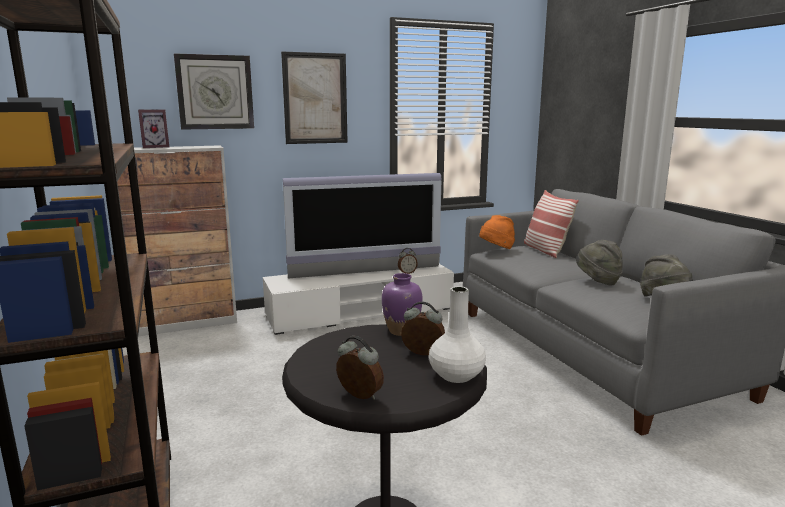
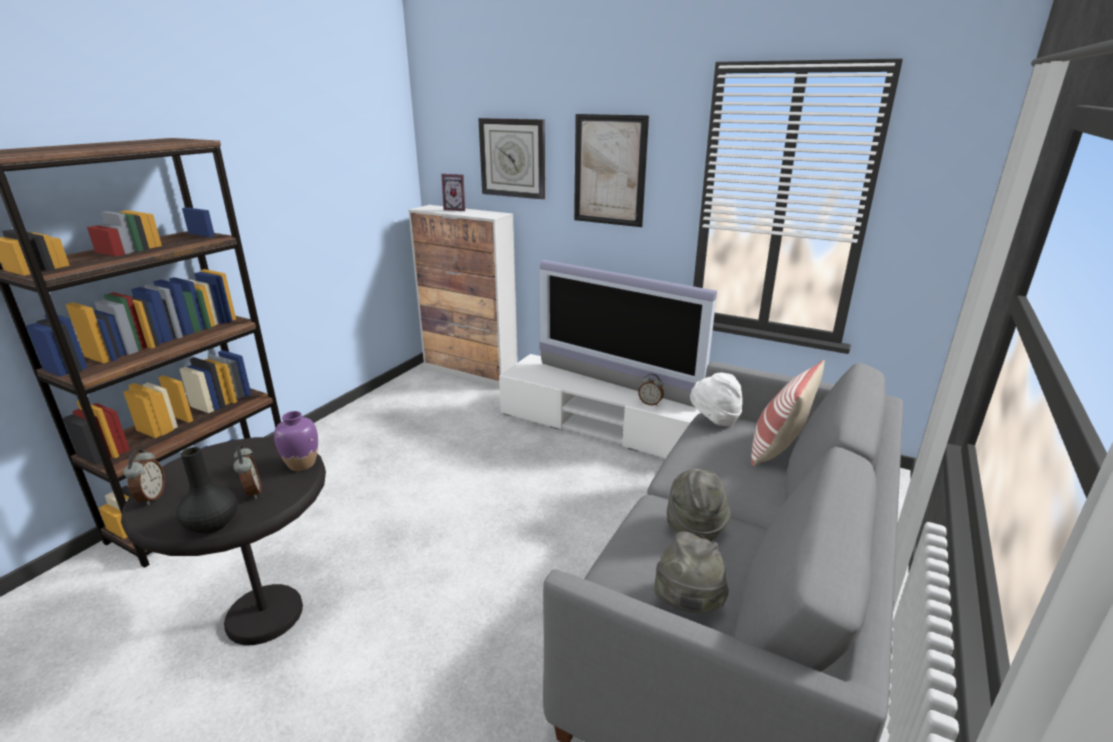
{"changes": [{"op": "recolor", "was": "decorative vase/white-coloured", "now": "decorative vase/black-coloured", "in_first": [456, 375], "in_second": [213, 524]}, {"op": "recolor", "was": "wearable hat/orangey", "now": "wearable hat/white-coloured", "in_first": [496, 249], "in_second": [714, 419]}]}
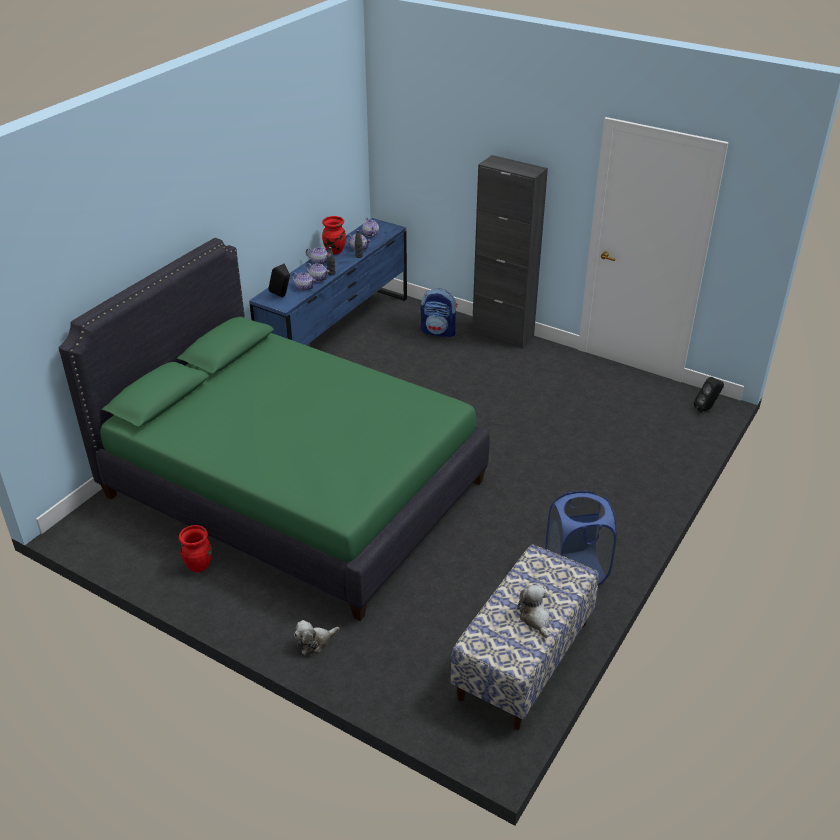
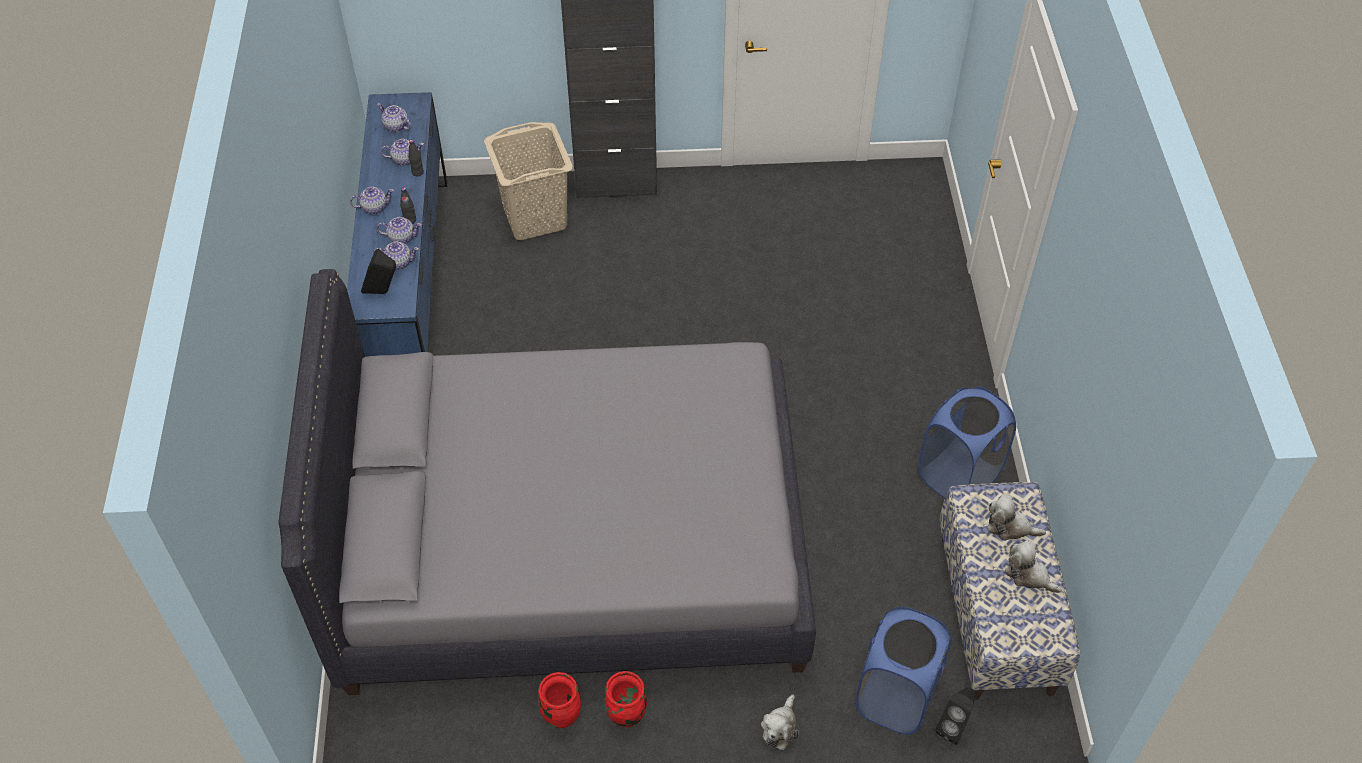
{"changes": [{"op": "recolor", "was": "sleeping bed/green-coloured", "now": "sleeping bed/greyish", "in_first": [294, 488], "in_second": [572, 546]}, {"op": "move", "was": "decorative vase/red", "in_first": [334, 251], "in_second": [626, 716]}, {"op": "replace", "was": "backpack", "now": "washing basket/beige", "in_first": [439, 332], "in_second": [535, 217]}, {"op": "move", "was": "loudspeaker/black-coloured", "in_first": [706, 409], "in_second": [954, 726]}, {"op": "insert", "now": "washing basket/bluish", "in_second": [896, 697]}, {"op": "insert", "now": "cuddly toy", "in_second": [1010, 527]}]}
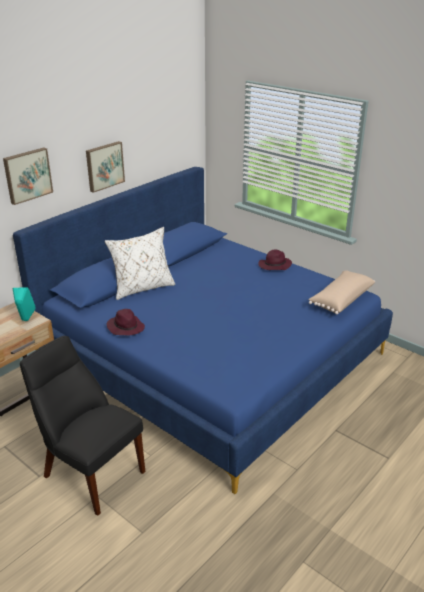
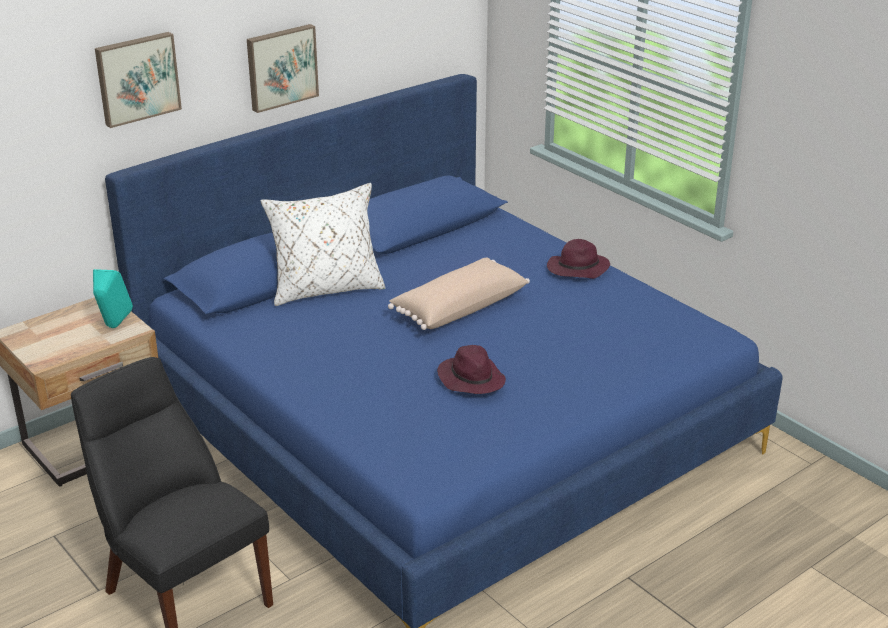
{"changes": [{"op": "move", "was": "wearable hat/purplish", "in_first": [125, 327], "in_second": [470, 379]}, {"op": "move", "was": "pillow/beige", "in_first": [340, 299], "in_second": [458, 307]}]}
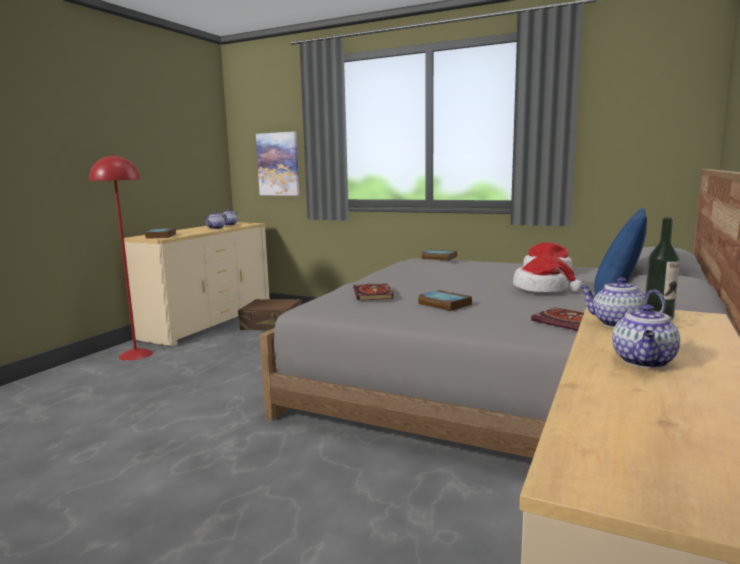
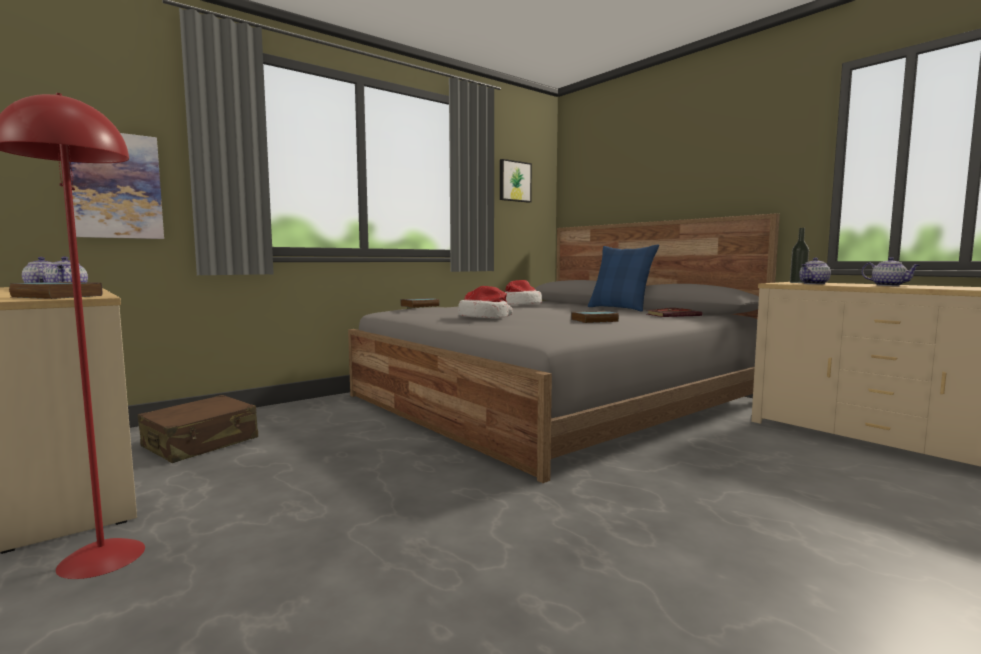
{"changes": [{"op": "delete", "was": "volume", "in_first": [374, 295]}, {"op": "move", "was": "wearable hat", "in_first": [542, 289], "in_second": [485, 318]}, {"op": "insert", "now": "wall picture", "in_second": [514, 181]}]}
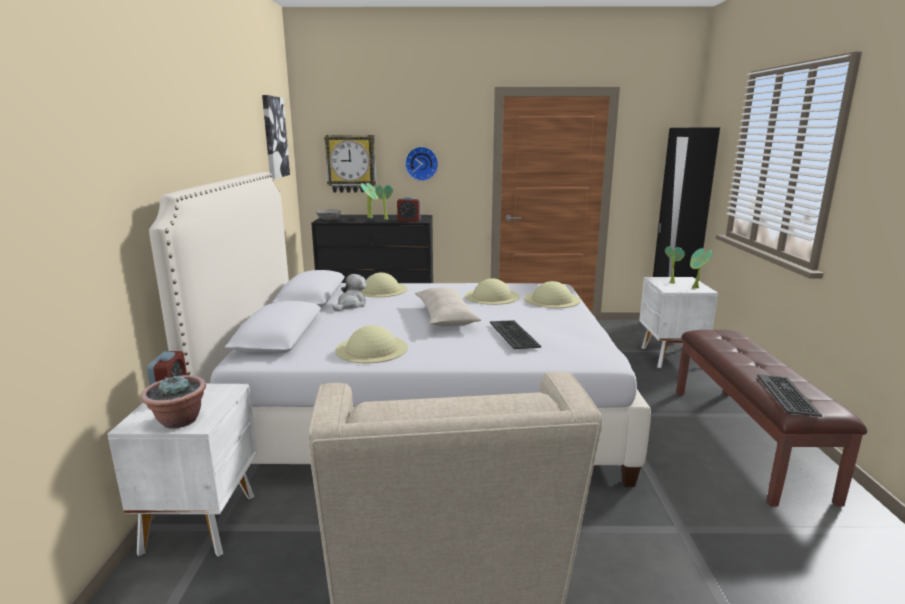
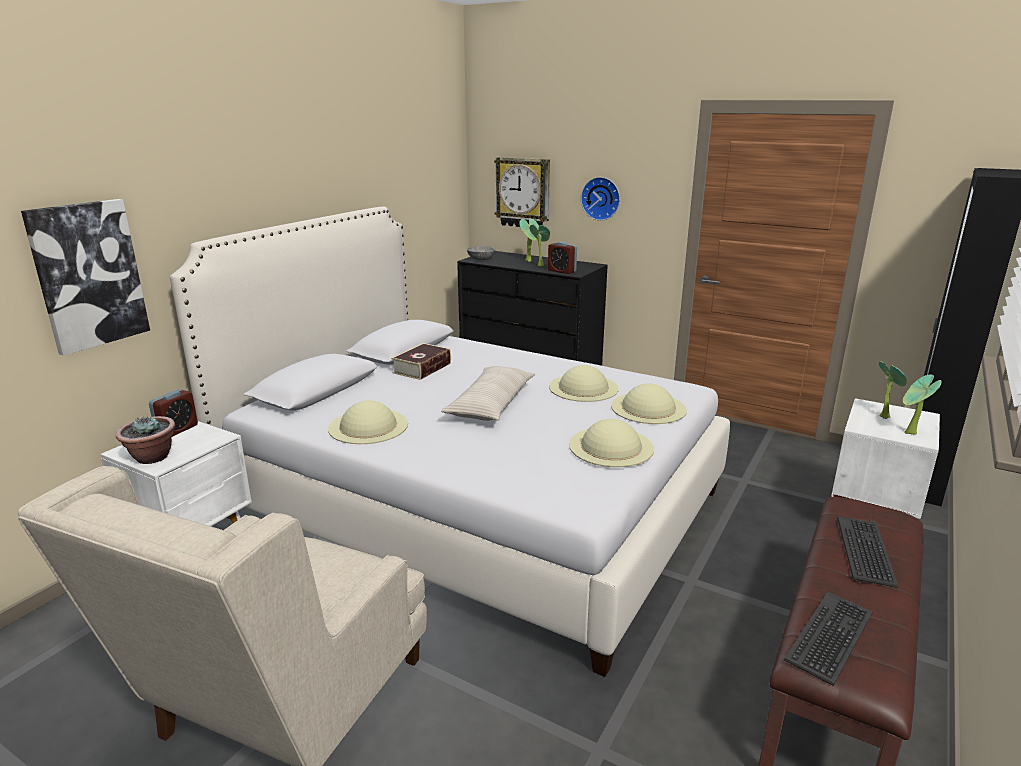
{"changes": [{"op": "move", "was": "wall picture", "in_first": [274, 137], "in_second": [88, 275]}, {"op": "replace", "was": "cuddly toy", "now": "volume", "in_first": [351, 305], "in_second": [422, 368]}, {"op": "move", "was": "wearable hat/beige", "in_first": [381, 289], "in_second": [611, 446]}, {"op": "move", "was": "PC keyboard", "in_first": [514, 335], "in_second": [866, 551]}]}
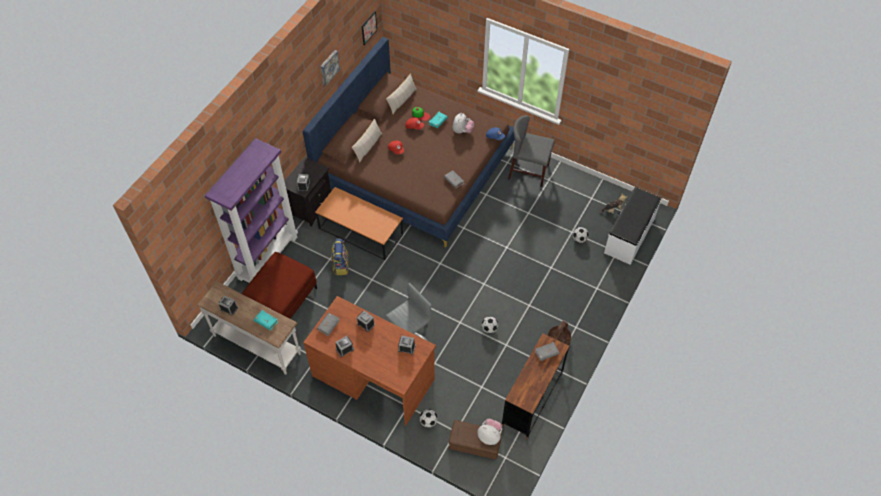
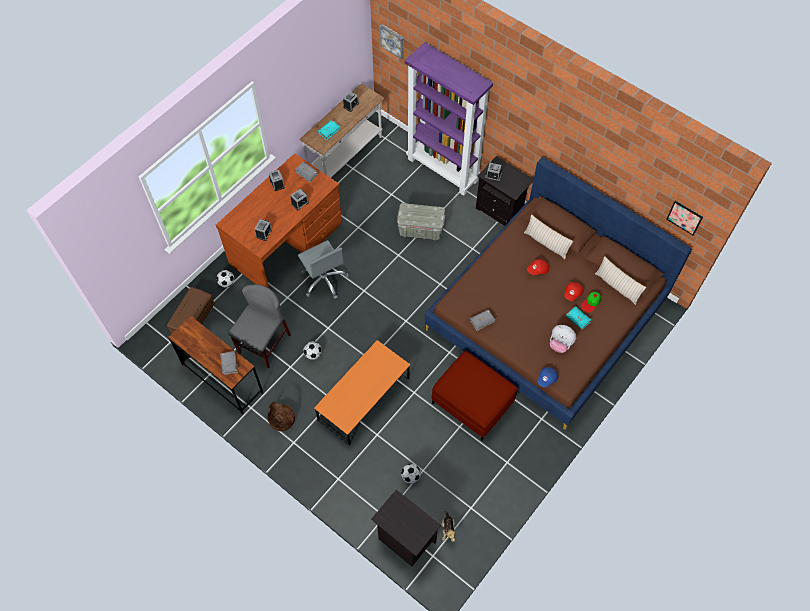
{"changes": [{"op": "move", "was": "ottoman/red", "in_first": [282, 298], "in_second": [473, 403]}, {"op": "move", "was": "low table/orangey", "in_first": [361, 231], "in_second": [364, 399]}, {"op": "move", "was": "wall picture", "in_first": [329, 67], "in_second": [393, 41]}, {"op": "replace", "was": "backpack", "now": "storage bin/greyish", "in_first": [340, 265], "in_second": [421, 229]}, {"op": "delete", "was": "cuddly toy", "in_first": [489, 436]}, {"op": "move", "was": "chair/greyish", "in_first": [528, 172], "in_second": [264, 344]}, {"op": "replace", "was": "indoor bench/white-coloured", "now": "night table/black-coloured", "in_first": [630, 235], "in_second": [405, 540]}]}
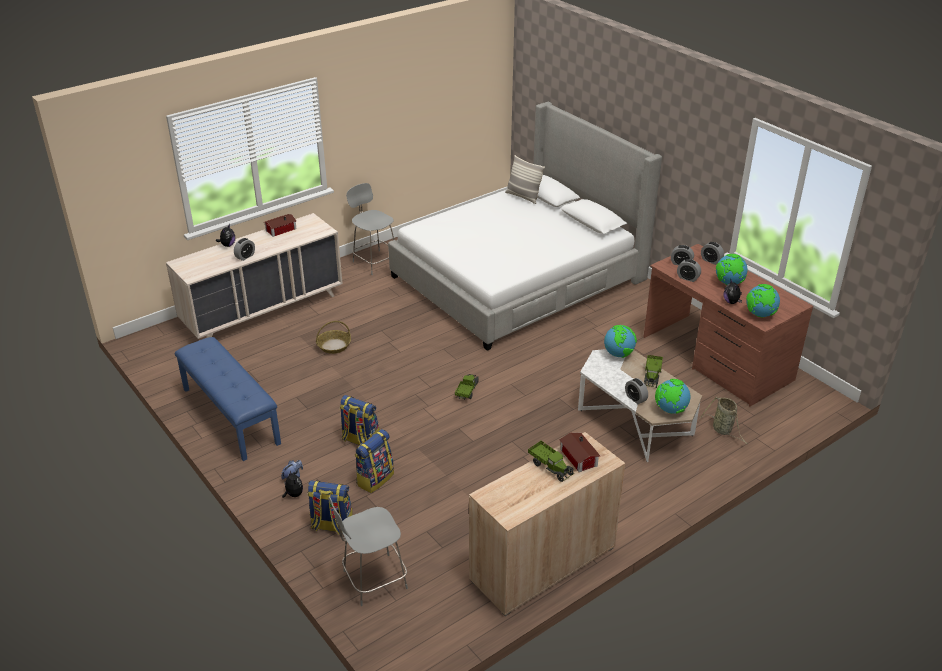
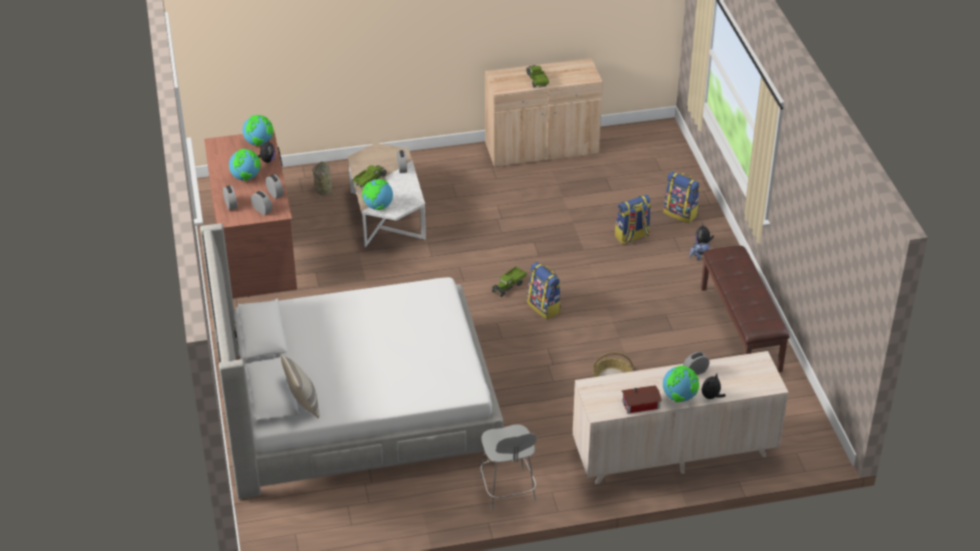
{"changes": [{"op": "recolor", "was": "indoor bench/bluish", "now": "indoor bench/brownish", "in_first": [230, 416], "in_second": [741, 329]}, {"op": "delete", "was": "stool/greyish", "in_first": [372, 580]}, {"op": "move", "was": "backpack", "in_first": [360, 440], "in_second": [544, 307]}, {"op": "delete", "was": "model house", "in_first": [578, 458]}, {"op": "move", "was": "world globe", "in_first": [670, 410], "in_second": [679, 397]}]}
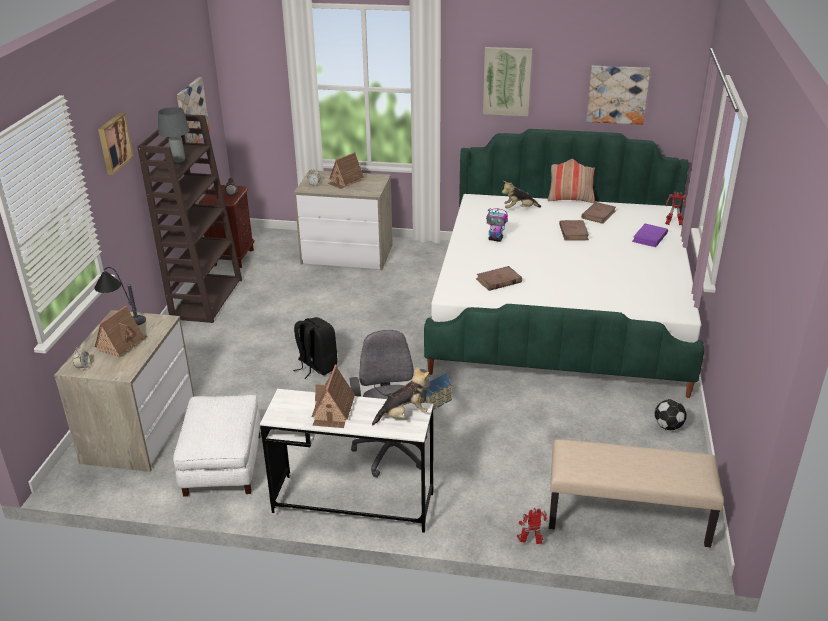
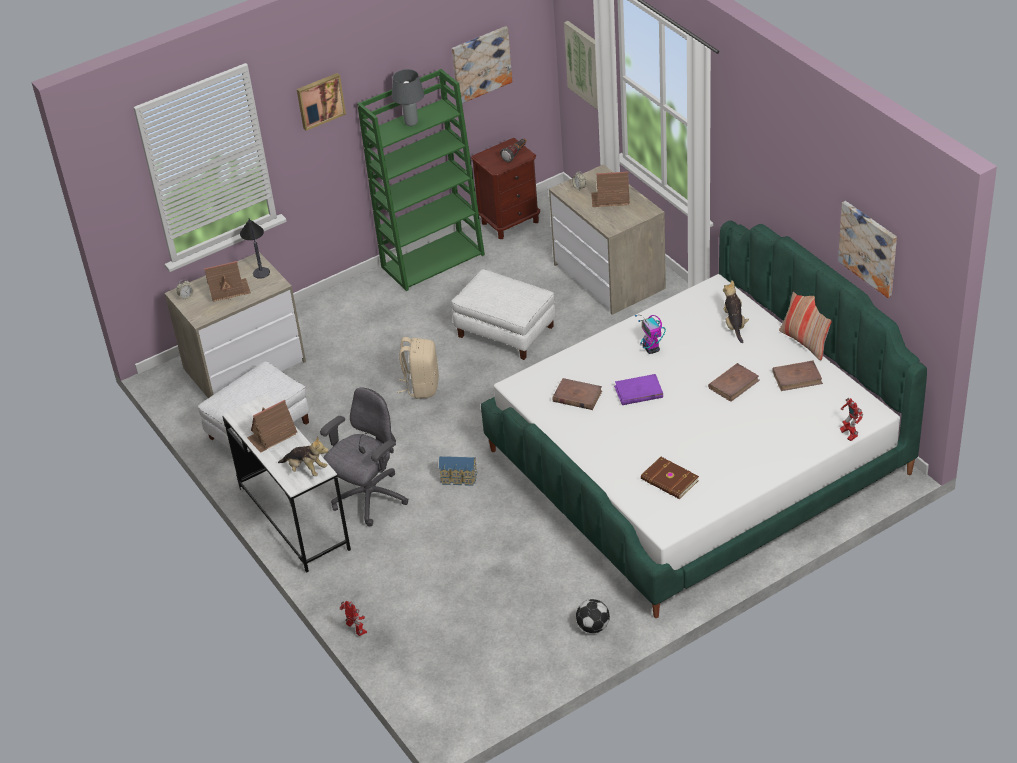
{"changes": [{"op": "recolor", "was": "bookshelf/brownish", "now": "bookshelf/green-coloured", "in_first": [206, 298], "in_second": [433, 260]}, {"op": "recolor", "was": "backpack/black-coloured", "now": "backpack/beige", "in_first": [316, 367], "in_second": [422, 386]}, {"op": "move", "was": "wall picture", "in_first": [507, 81], "in_second": [584, 64]}, {"op": "rotate", "was": "cuddly toy", "in_first": [519, 209], "in_second": [734, 325], "clockwise": 45}, {"op": "delete", "was": "indoor bench/beige", "in_first": [626, 518]}, {"op": "move", "was": "volume/purplish", "in_first": [649, 237], "in_second": [638, 392]}, {"op": "insert", "now": "ottoman/white-coloured", "in_second": [506, 331]}, {"op": "insert", "now": "volume/brownish", "in_second": [669, 481]}]}
